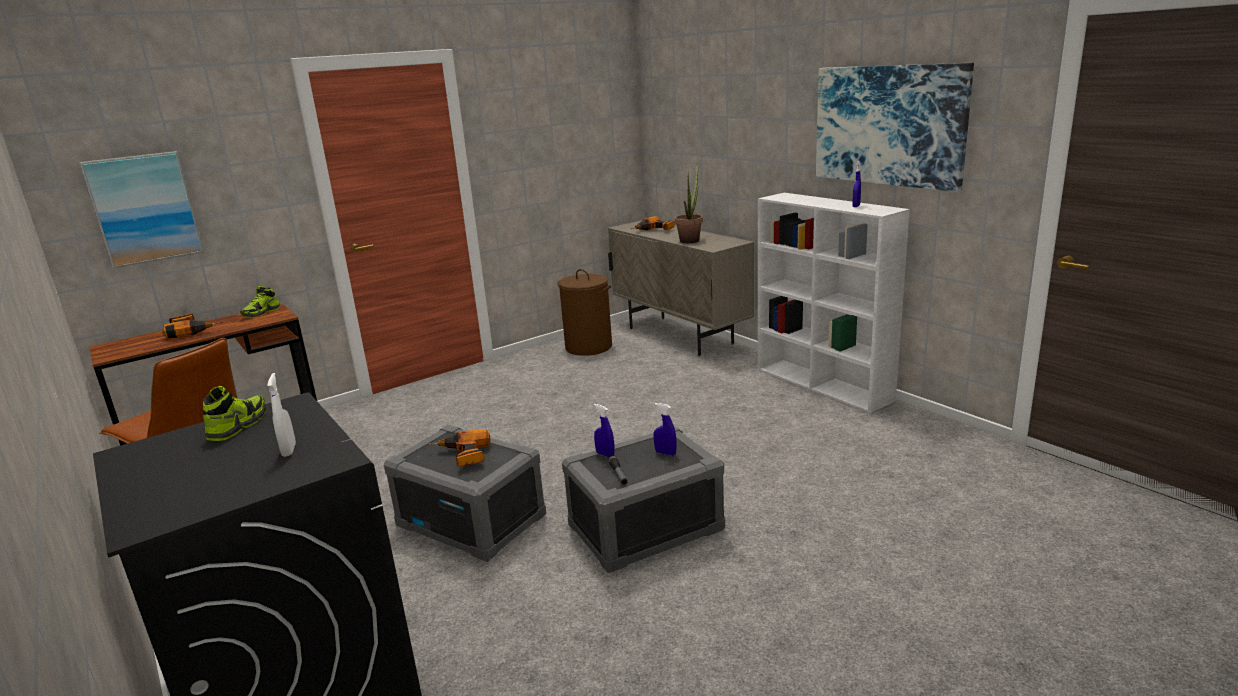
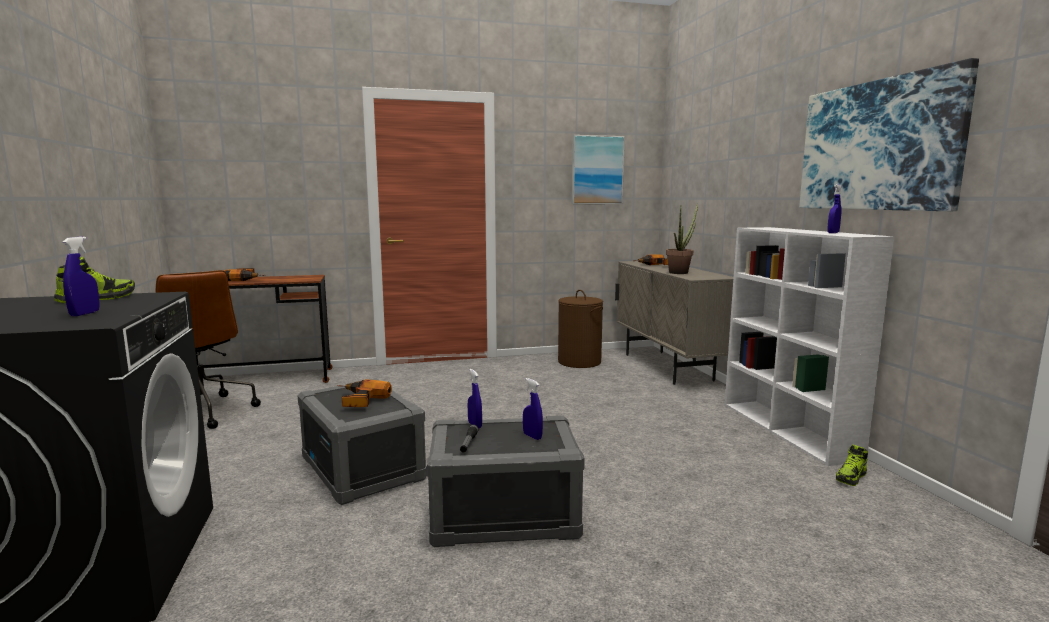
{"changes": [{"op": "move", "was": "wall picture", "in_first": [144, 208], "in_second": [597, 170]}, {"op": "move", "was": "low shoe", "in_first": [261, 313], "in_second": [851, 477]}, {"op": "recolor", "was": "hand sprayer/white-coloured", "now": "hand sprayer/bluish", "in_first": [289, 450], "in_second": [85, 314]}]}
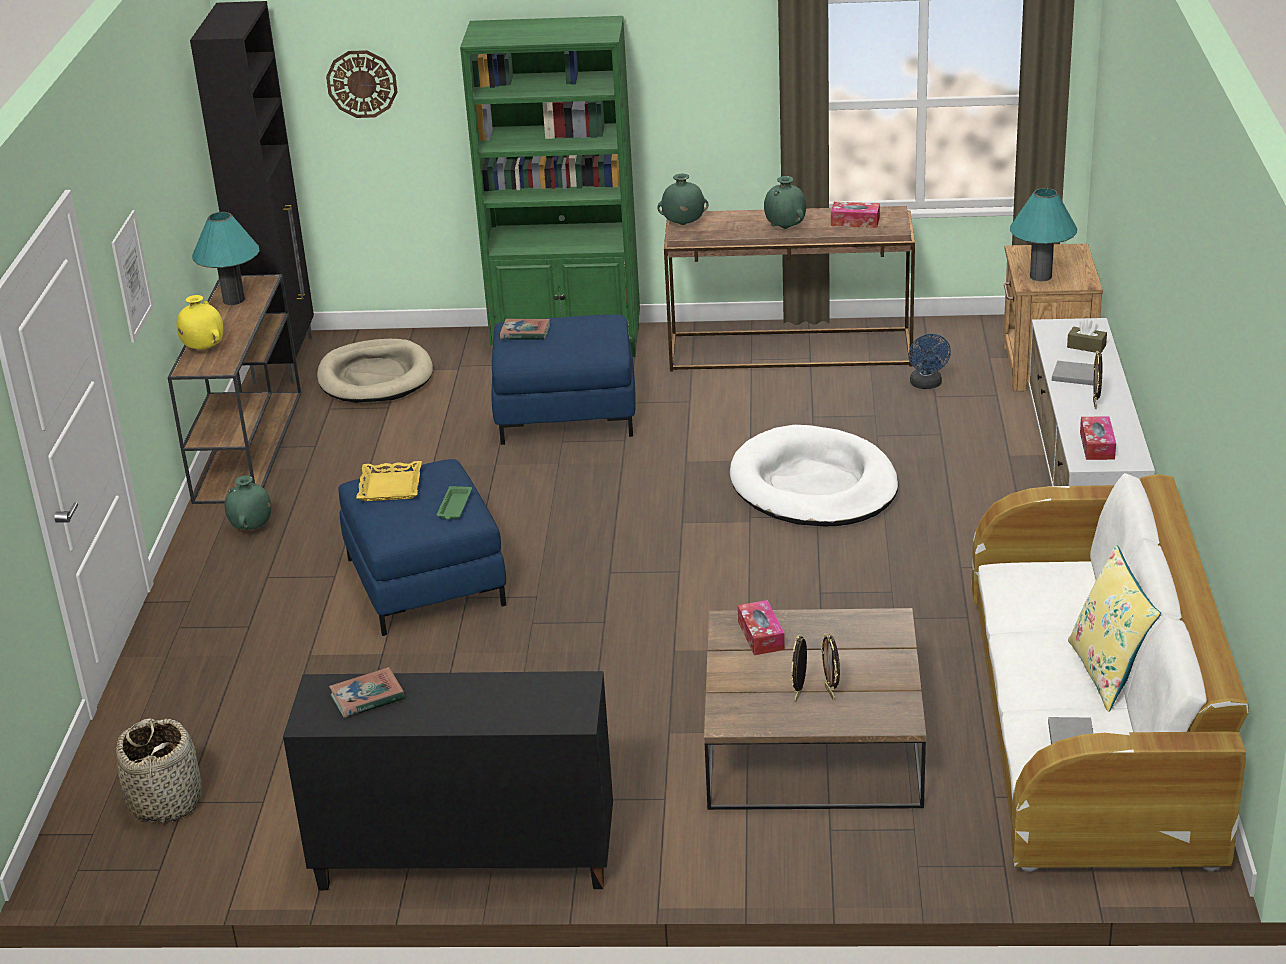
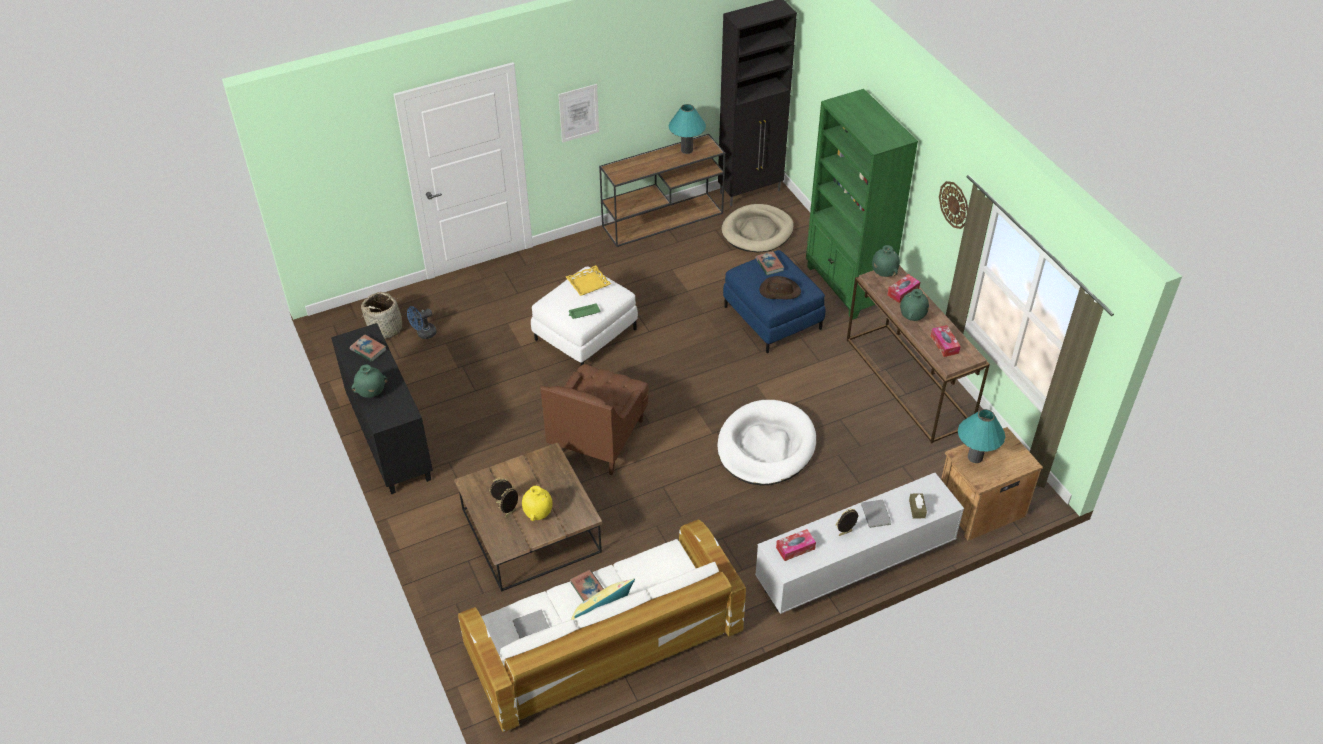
{"changes": [{"op": "move", "was": "decorative vase/yellow", "in_first": [203, 349], "in_second": [538, 513]}, {"op": "move", "was": "decorative vase/green-coloured", "in_first": [252, 528], "in_second": [371, 393]}, {"op": "move", "was": "wall clock", "in_first": [362, 83], "in_second": [954, 204]}, {"op": "recolor", "was": "ottoman/bluish", "now": "ottoman/white-coloured", "in_first": [425, 582], "in_second": [585, 334]}, {"op": "move", "was": "tissue holder", "in_first": [761, 635], "in_second": [903, 292]}, {"op": "move", "was": "cooling fan/bluish", "in_first": [927, 385], "in_second": [423, 334]}, {"op": "insert", "now": "lounge chair/brownish", "in_second": [598, 437]}, {"op": "insert", "now": "volume", "in_second": [588, 589]}, {"op": "insert", "now": "wearable hat/brownish", "in_second": [779, 291]}]}
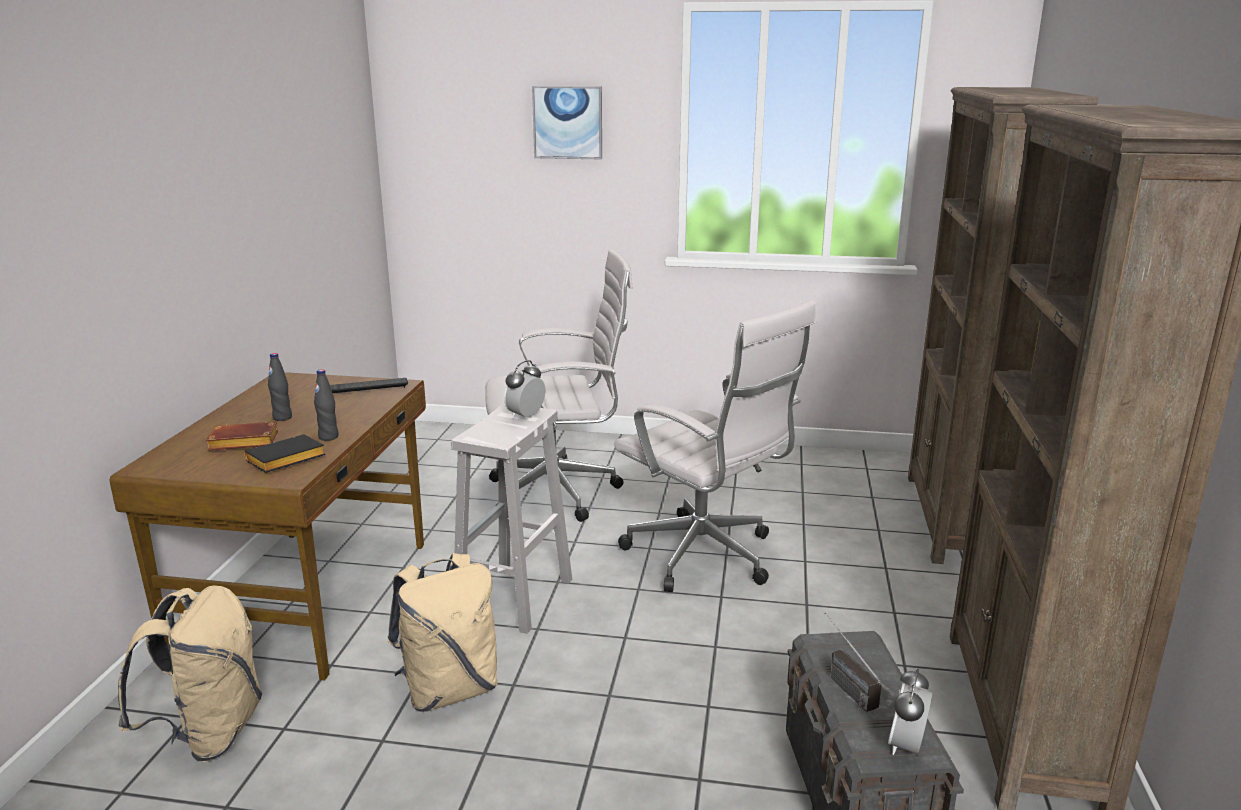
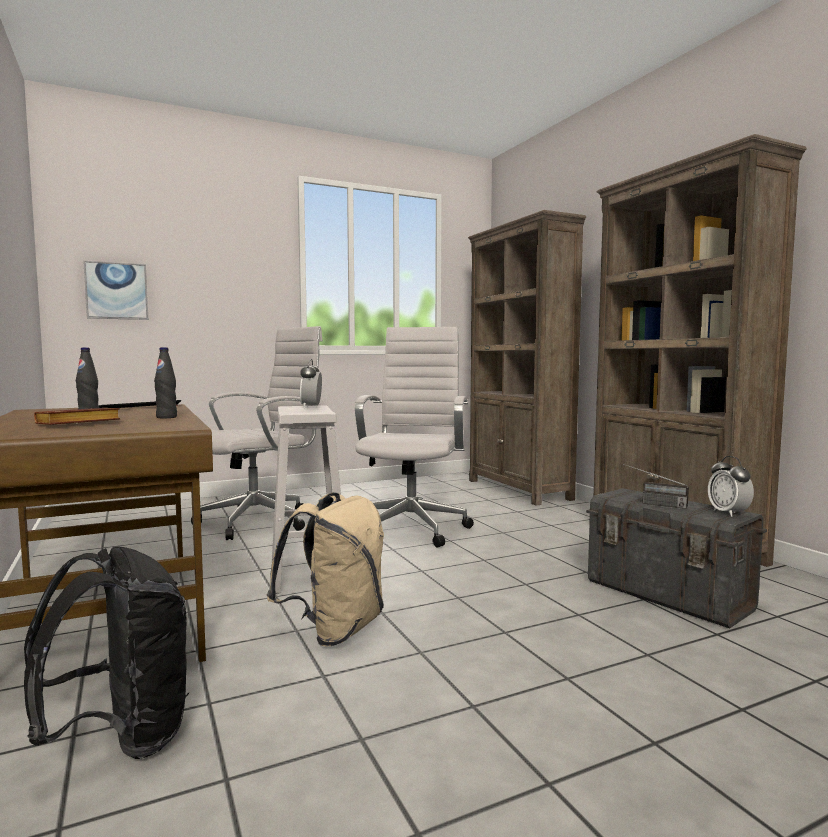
{"changes": [{"op": "recolor", "was": "backpack/beige", "now": "backpack/black-coloured", "in_first": [209, 734], "in_second": [121, 737]}, {"op": "delete", "was": "volume/black-coloured", "in_first": [285, 461]}, {"op": "move", "was": "wall picture", "in_first": [568, 122], "in_second": [116, 291]}, {"op": "rotate", "was": "computer chair/white-coloured", "in_first": [706, 558], "in_second": [413, 528], "clockwise": -90}]}
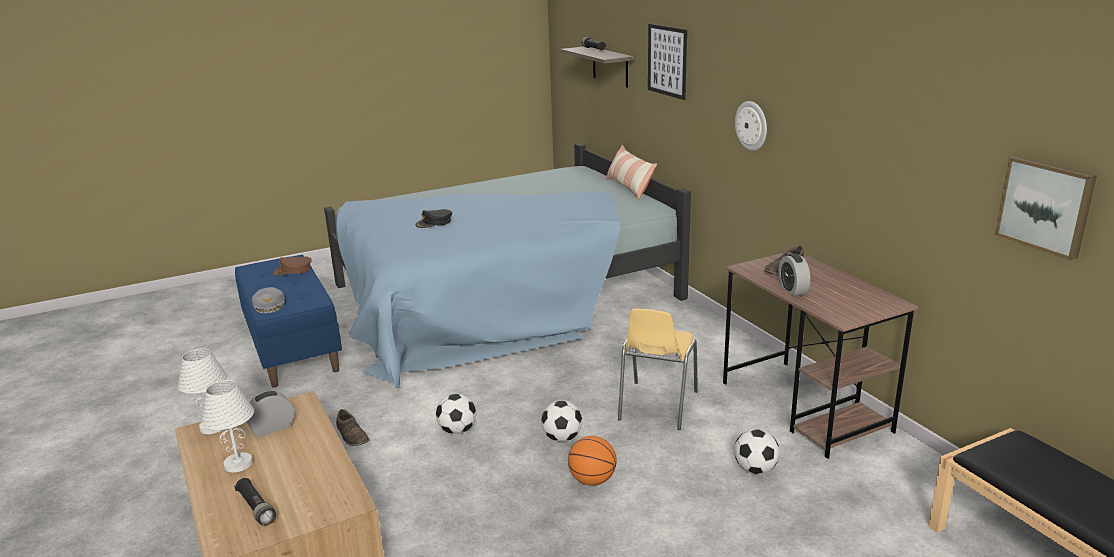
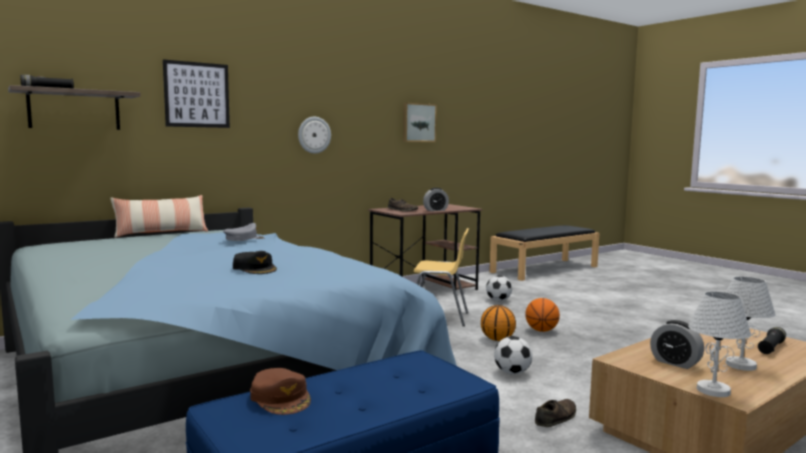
{"changes": [{"op": "move", "was": "baseball cap/greyish", "in_first": [269, 304], "in_second": [244, 238]}, {"op": "replace", "was": "ball for football", "now": "basketball ball", "in_first": [562, 438], "in_second": [498, 339]}, {"op": "move", "was": "wall picture", "in_first": [1046, 205], "in_second": [418, 122]}]}
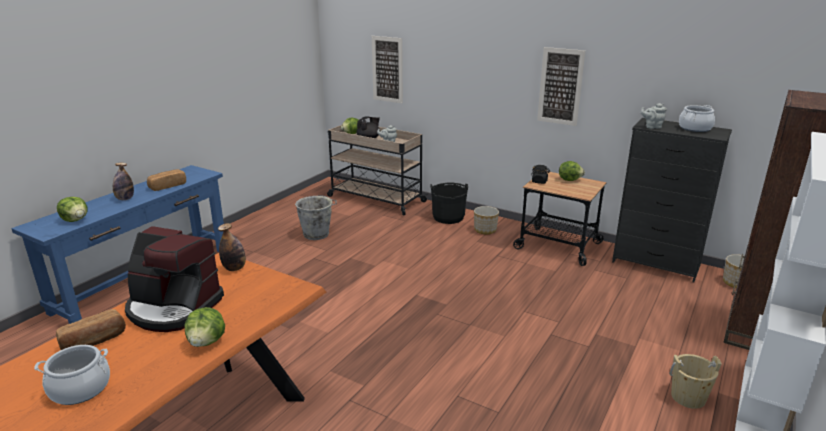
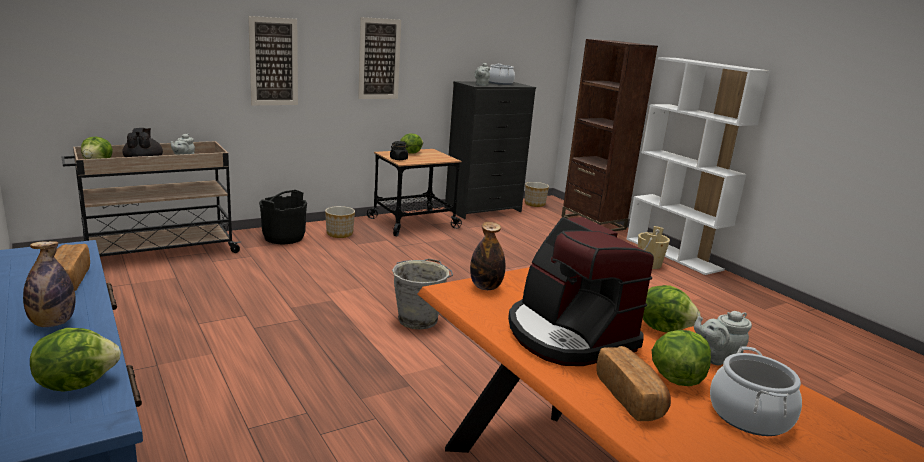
{"changes": [{"op": "rotate", "was": "coffee brewer", "in_first": [173, 308], "in_second": [568, 335], "clockwise": 105}, {"op": "move", "was": "water bucket/greyish", "in_first": [317, 234], "in_second": [418, 319]}, {"op": "move", "was": "wall picture", "in_first": [387, 69], "in_second": [273, 62]}, {"op": "insert", "now": "lettuce head", "in_second": [676, 378]}, {"op": "insert", "now": "tea pot/greyish", "in_second": [717, 358]}]}
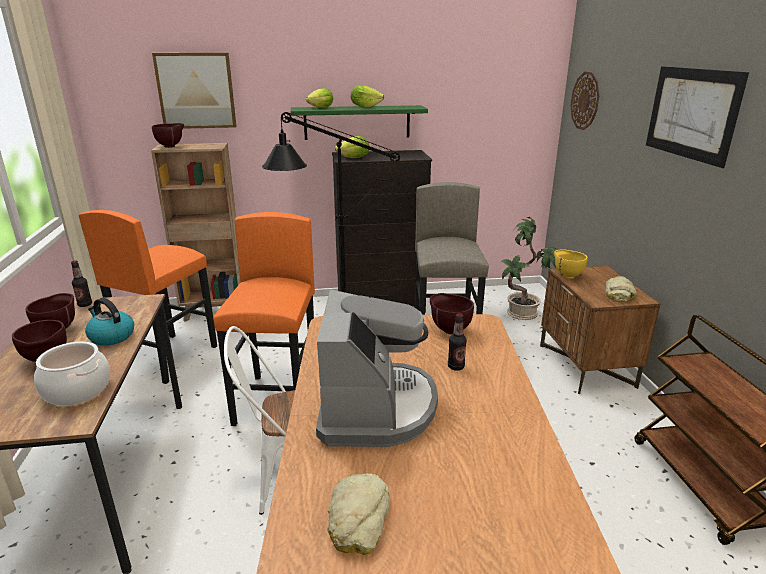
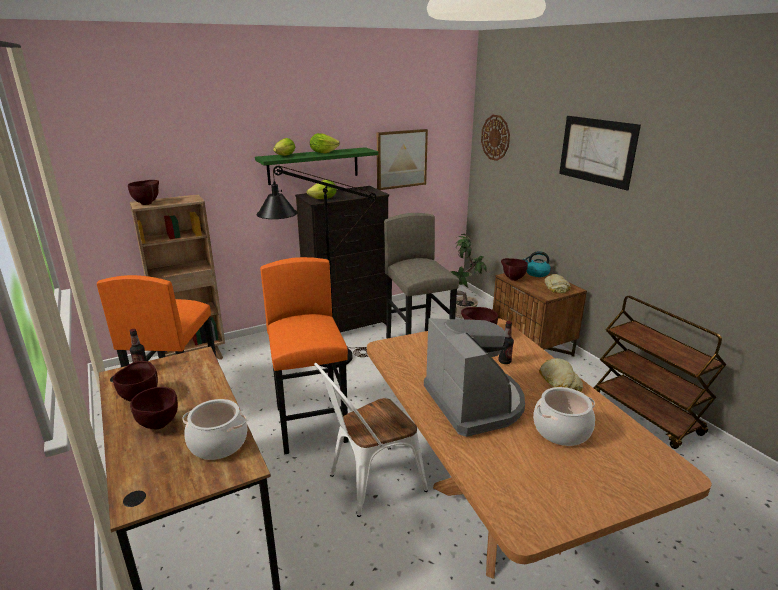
{"changes": [{"op": "move", "was": "water kettle", "in_first": [111, 336], "in_second": [536, 273]}, {"op": "move", "was": "wall picture", "in_first": [196, 91], "in_second": [401, 159]}, {"op": "move", "was": "bread", "in_first": [357, 519], "in_second": [560, 381]}, {"op": "recolor", "was": "deep dish/yellow", "now": "deep dish/brownish", "in_first": [567, 276], "in_second": [512, 278]}, {"op": "insert", "now": "saucepot", "in_second": [561, 430]}]}
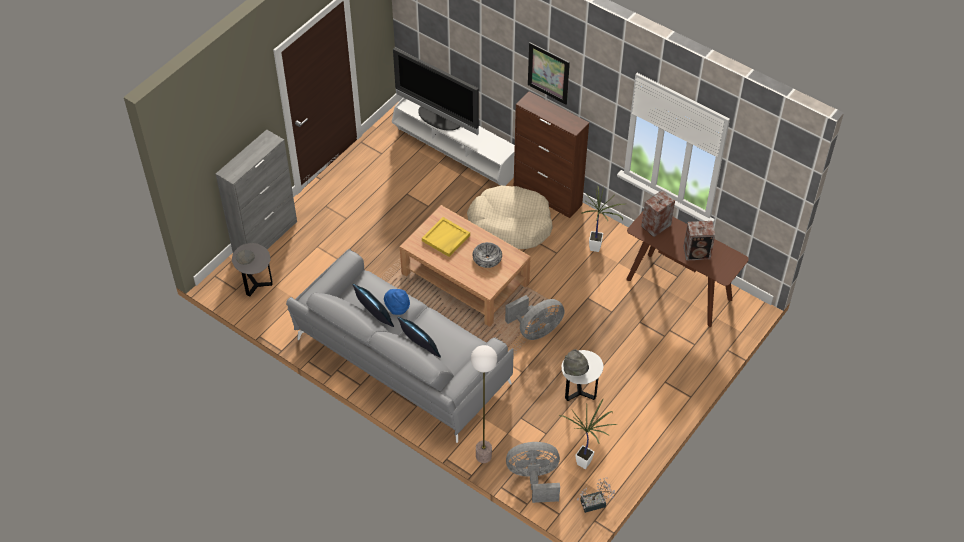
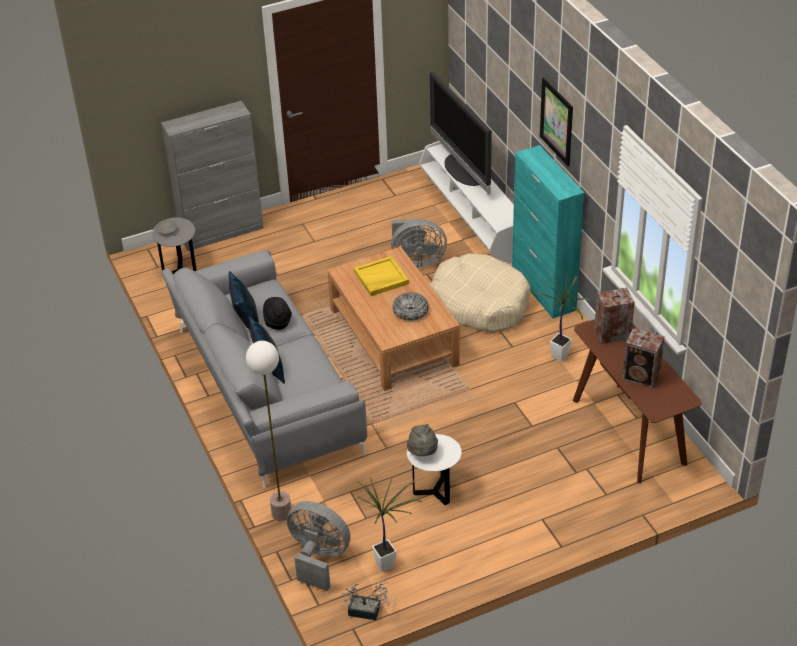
{"changes": [{"op": "recolor", "was": "wearable hat/bluish", "now": "wearable hat/black-coloured", "in_first": [397, 307], "in_second": [277, 322]}, {"op": "move", "was": "cooling fan/greyish", "in_first": [536, 330], "in_second": [416, 260]}, {"op": "recolor", "was": "cabinet/brownish", "now": "cabinet/turquoise-coloured", "in_first": [548, 196], "in_second": [543, 289]}]}
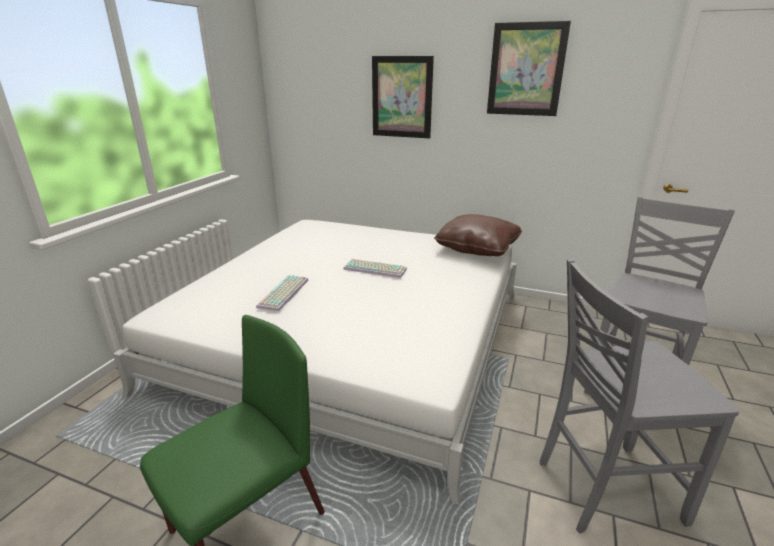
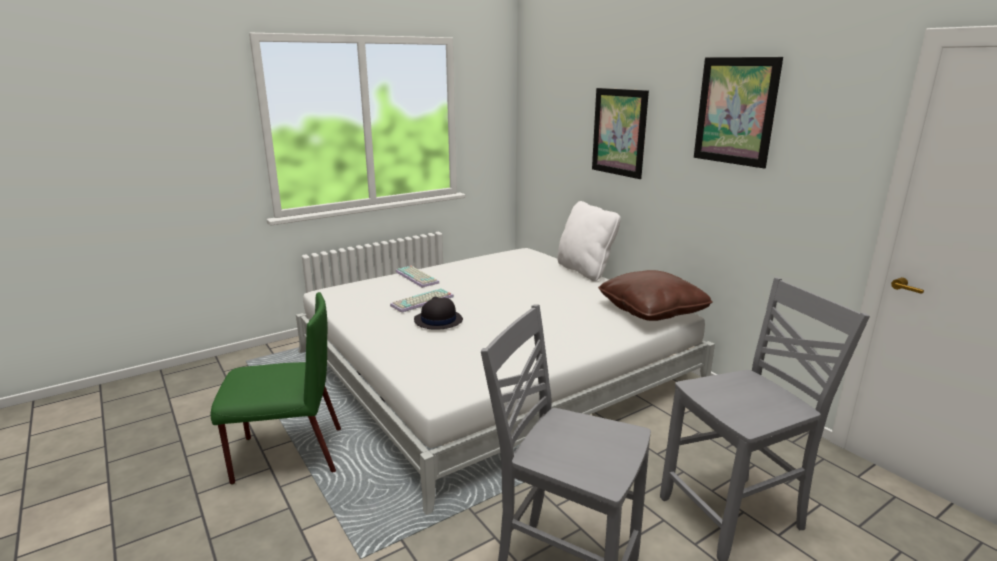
{"changes": [{"op": "move", "was": "PC keyboard", "in_first": [376, 269], "in_second": [418, 277]}, {"op": "insert", "now": "wearable hat/black-coloured", "in_second": [438, 320]}, {"op": "insert", "now": "pillow/white-coloured", "in_second": [585, 271]}]}
